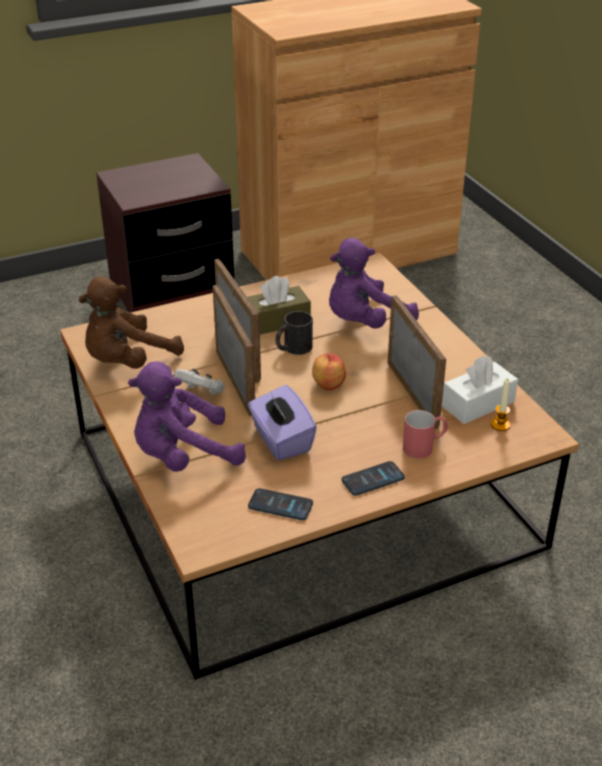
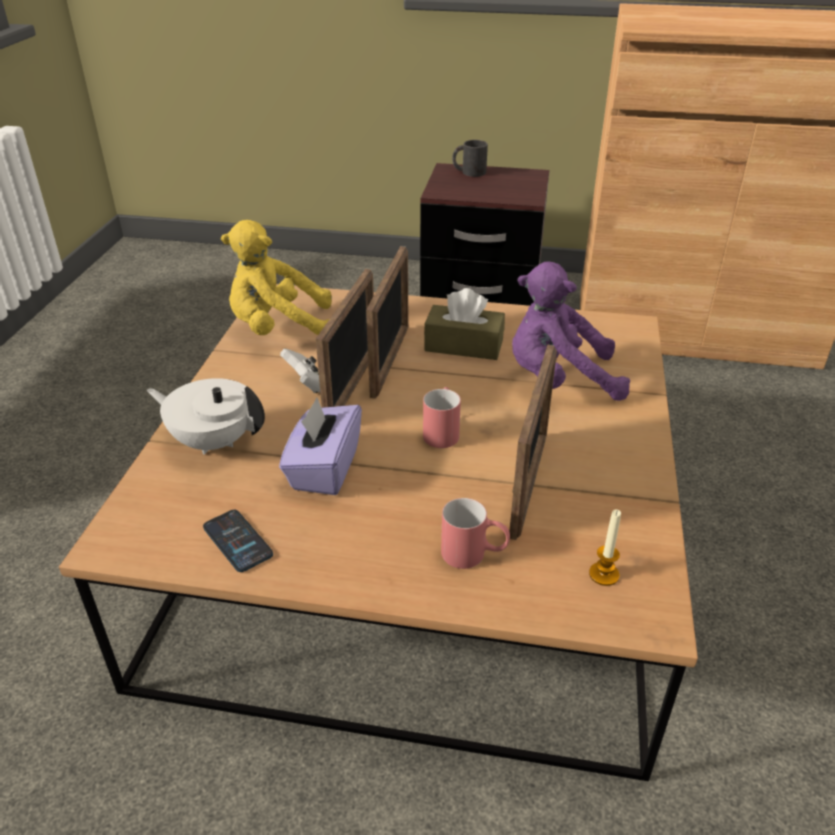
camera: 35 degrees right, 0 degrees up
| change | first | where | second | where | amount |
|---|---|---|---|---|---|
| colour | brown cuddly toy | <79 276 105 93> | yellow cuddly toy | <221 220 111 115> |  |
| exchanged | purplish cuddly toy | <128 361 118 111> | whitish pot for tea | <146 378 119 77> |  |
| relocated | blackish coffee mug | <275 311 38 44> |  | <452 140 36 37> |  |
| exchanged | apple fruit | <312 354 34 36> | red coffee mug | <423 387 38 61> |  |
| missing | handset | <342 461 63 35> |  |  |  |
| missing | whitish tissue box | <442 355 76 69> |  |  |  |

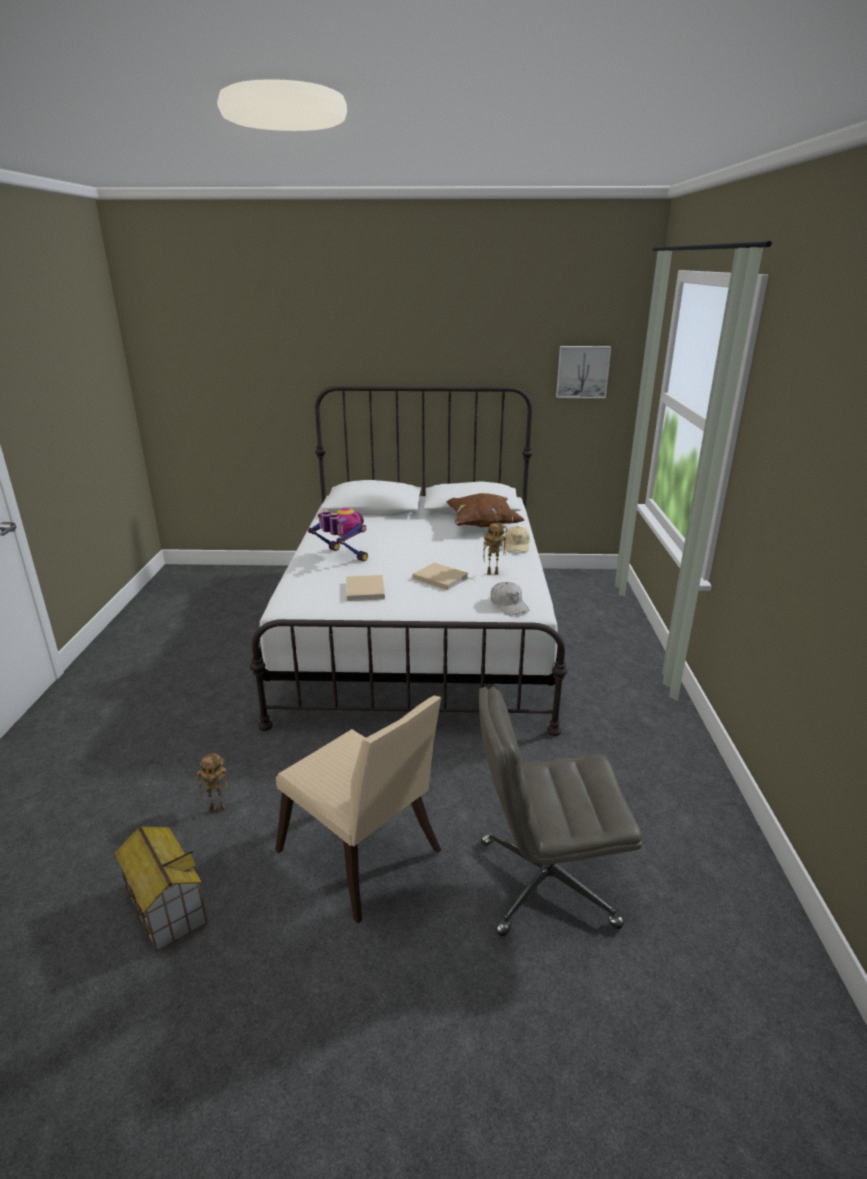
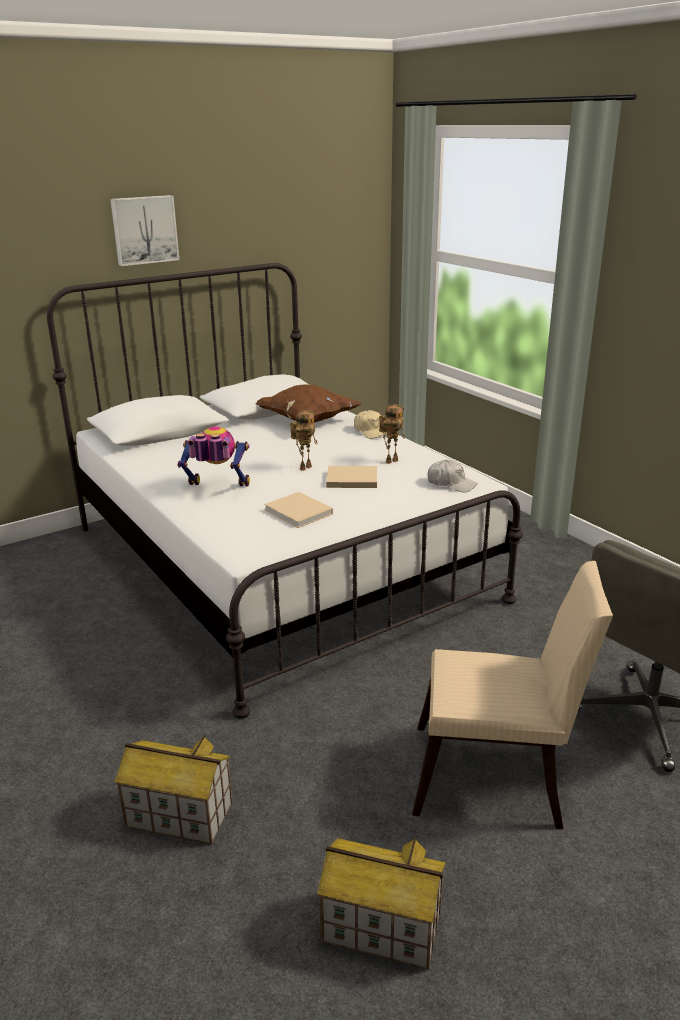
camera: 35 degrees left, 0 degrees up
| change | first | where | second | where | amount |
|---|---|---|---|---|---|
| relocated | robot figure | <197 753 31 59> |  | <290 410 27 61> |  |
| relocated | wall art | <556 346 55 52> |  | <110 195 69 71> |  |
| appeared |  |  | model house | <115 734 118 111> |  |

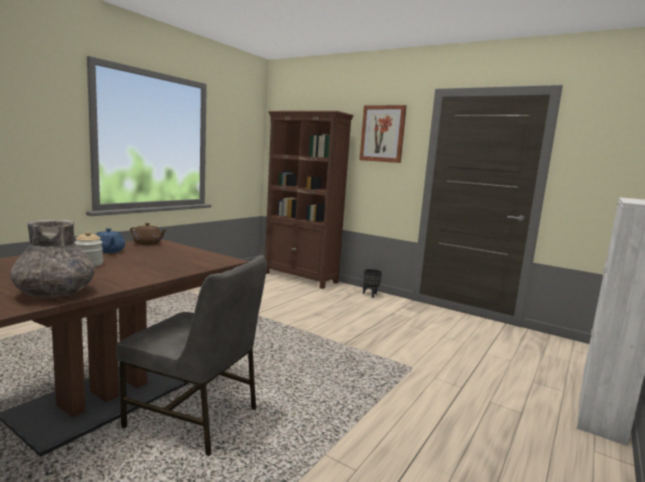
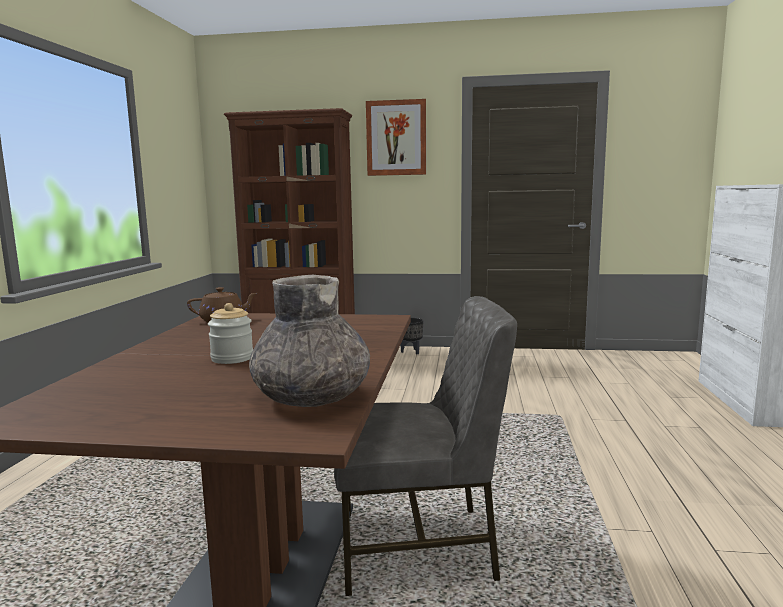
camera: 25 degrees left, 0 degrees up
| change | first | where | second | where | amount |
|---|---|---|---|---|---|
| missing | blue pot for tea | <96 228 29 25> |  |  |  |

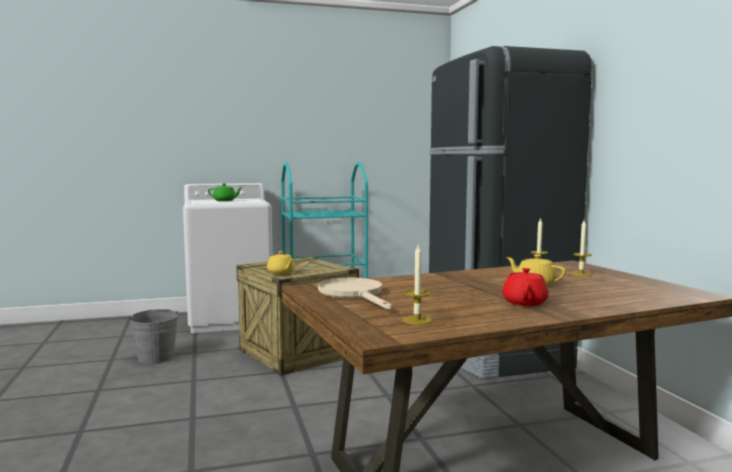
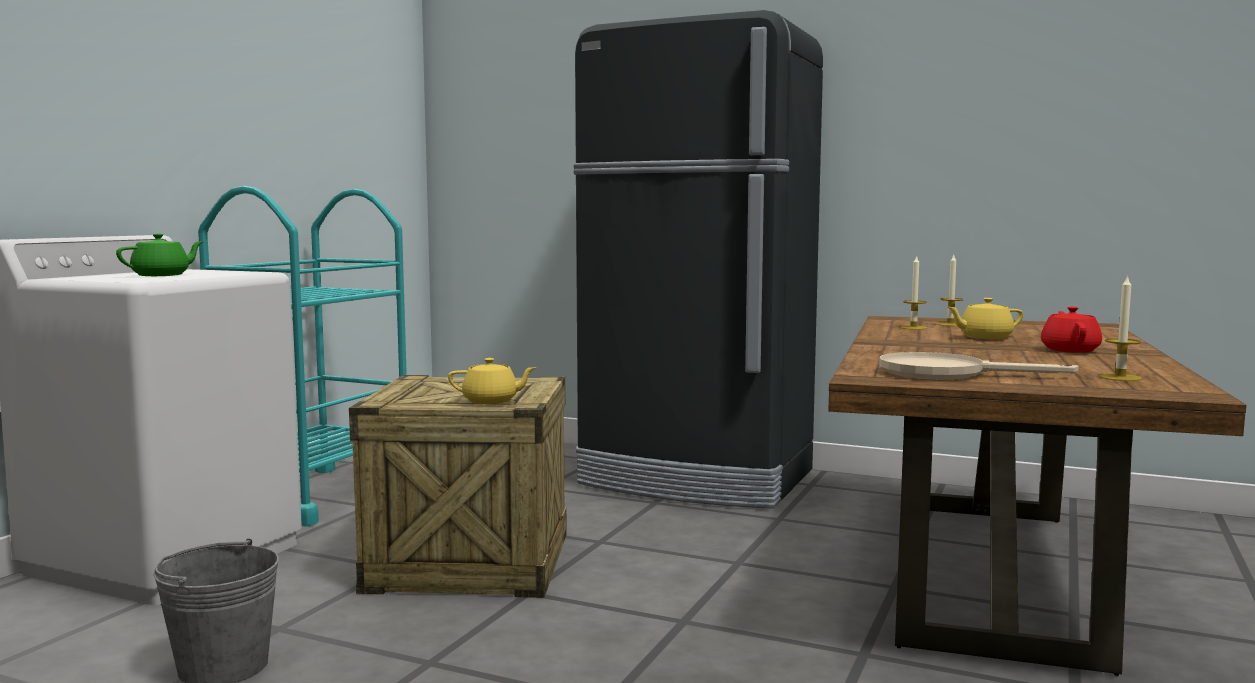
camera: 50 degrees left, 0 degrees up
| change | first | where | second | where | amount |
|---|---|---|---|---|---|
| spun | red pot for tea | <502 268 47 38> |  | <1041 307 61 46> | 45 degrees clockwise |

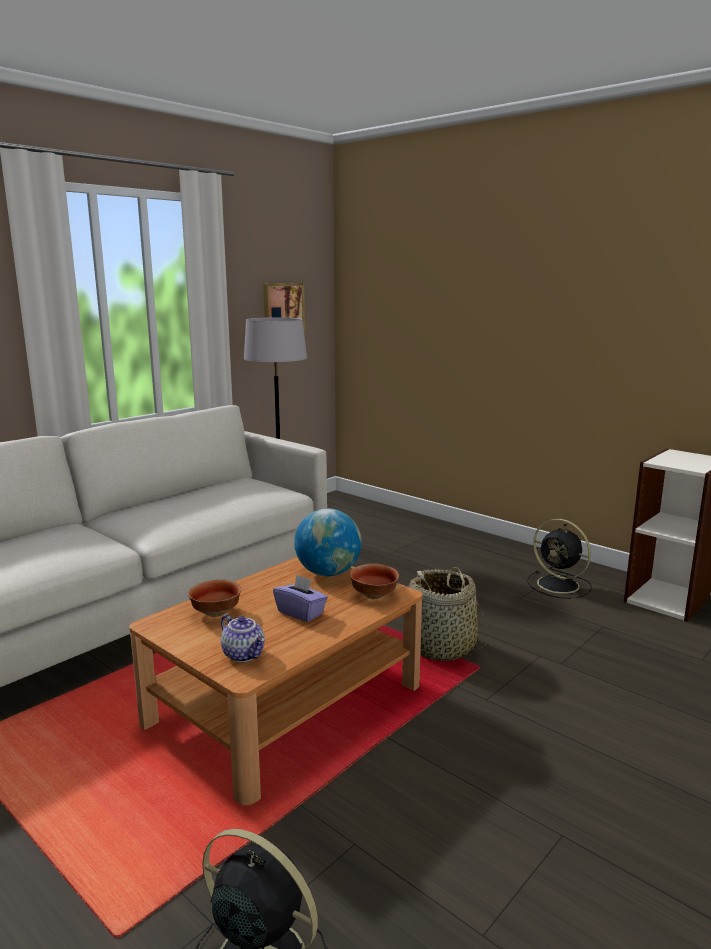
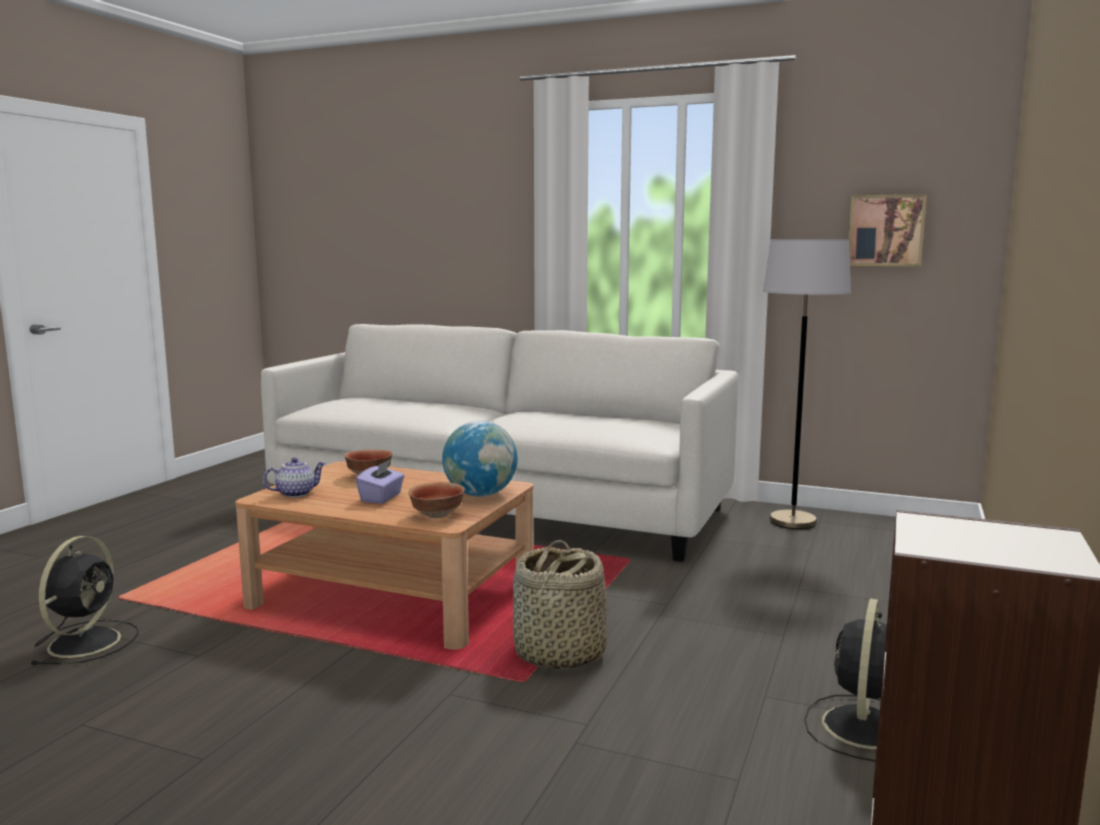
camera: 70 degrees right, 5 degrees down
| change | first | where | second | where | amount |
|---|---|---|---|---|---|
| spun | pot for tea | <221 614 44 48> |  | <263 458 63 39> | 150 degrees counterclockwise |

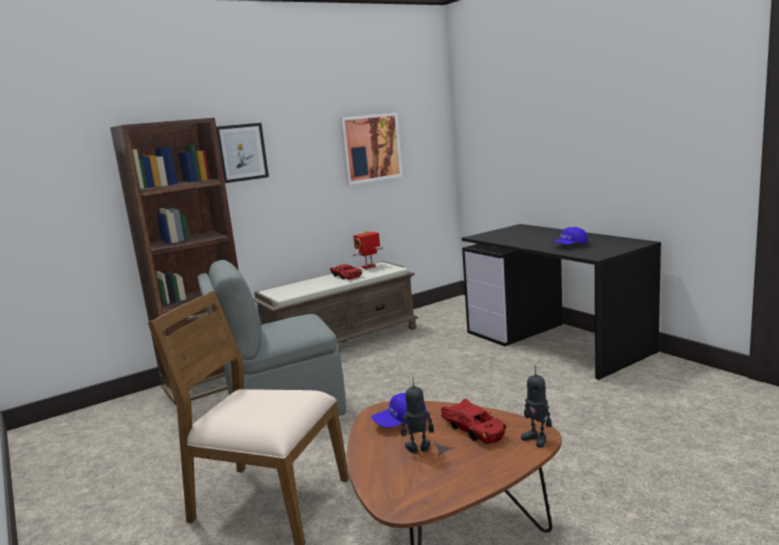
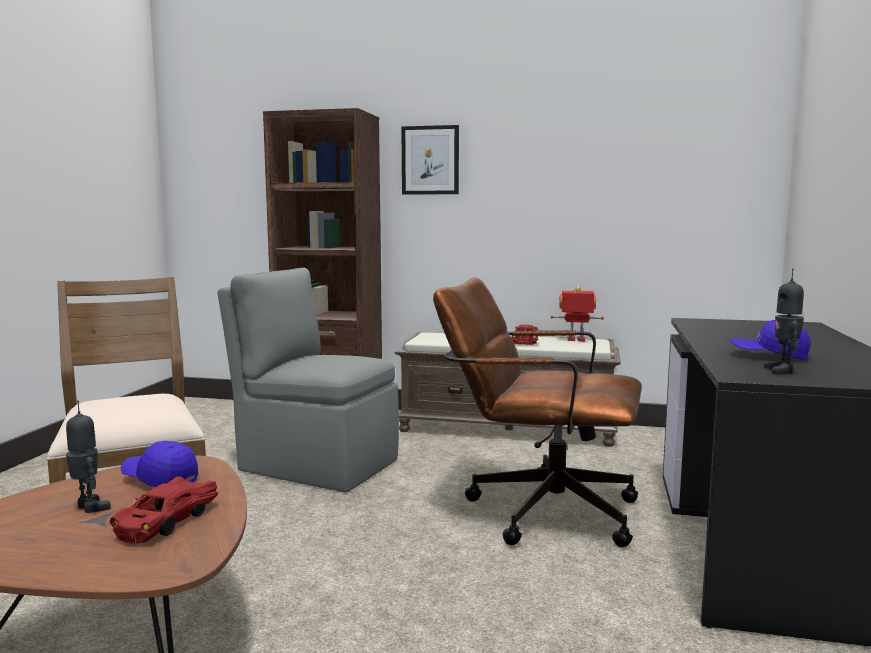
camera: 45 degrees right, 5 degrees down
| change | first | where | second | where | amount |
|---|---|---|---|---|---|
| missing | wall art | <340 113 63 72> |  |  |  |
| relocated | robot figure | <521 366 31 82> |  | <764 269 40 105> |  |
| appeared |  |  | brown computer chair | <433 277 209 270> |  |

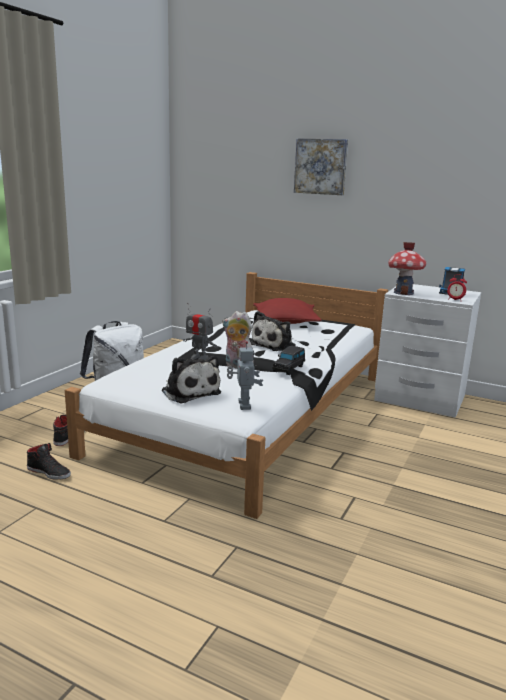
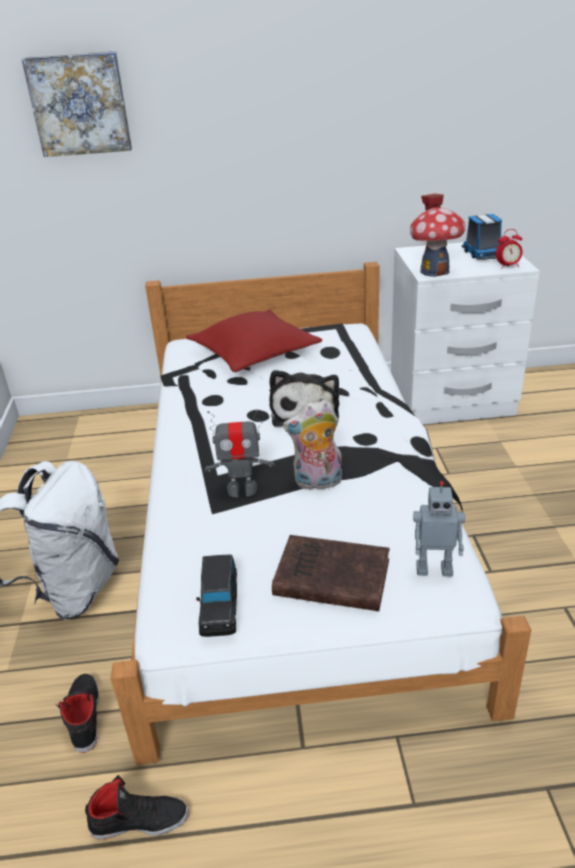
camera: 30 degrees left, 15 degrees up
| change | first | where | second | where | amount |
|---|---|---|---|---|---|
| exchanged | cuddly toy | <162 355 59 49> | brown bound book | <272 535 118 76> |  |
| spun | robot figure | <227 341 36 69> |  | <413 481 52 95> | 135 degrees clockwise |
| relocated | blackish toy car | <272 346 33 29> |  | <196 554 41 83> |  |
| relocated | wall art | <294 139 54 56> |  | <21 51 111 106> |  |

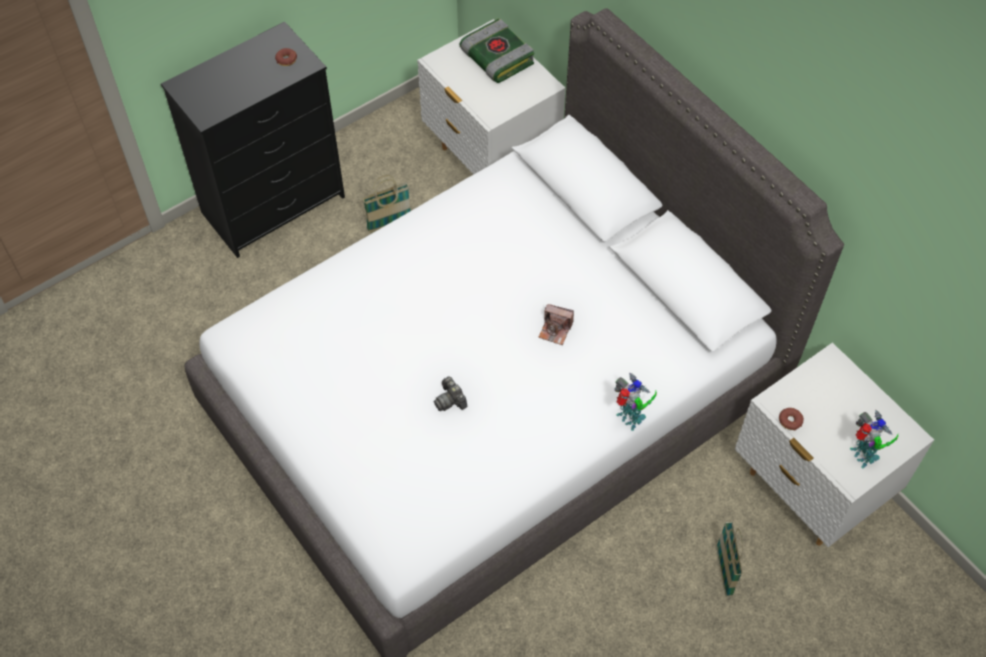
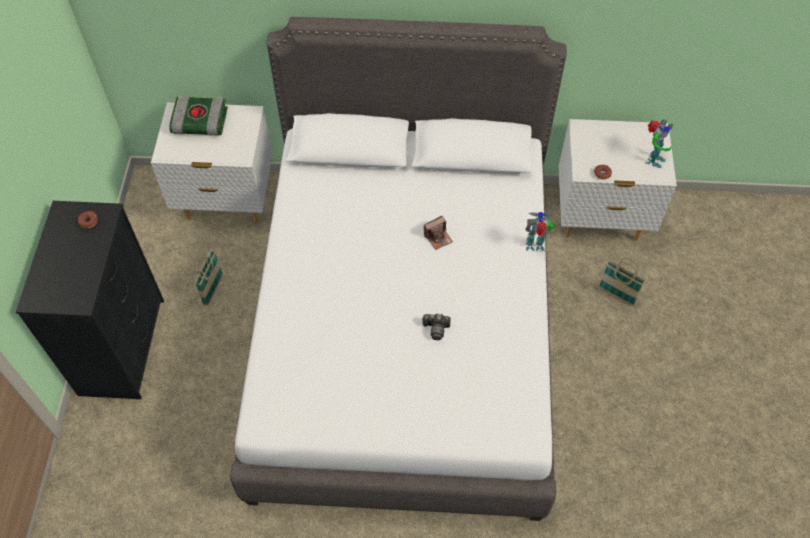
camera: 50 degrees left, 0 degrees up
| change | first | where | second | where | amount |
|---|---|---|---|---|---|
| spun | robot figure | <850 410 48 59> |  | <645 119 28 49> | 105 degrees clockwise |

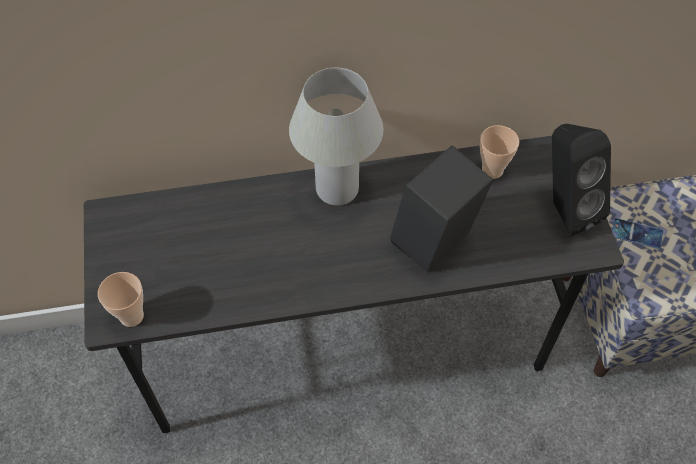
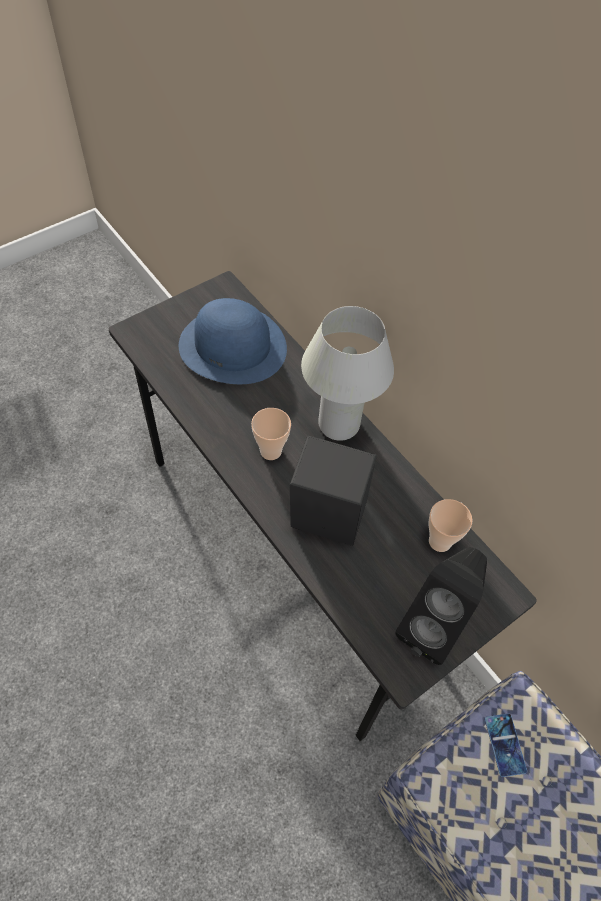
camera: 60 degrees right, 0 degrees up
| change | first | where | second | where | amount |
|---|---|---|---|---|---|
| relocated | cup | <98 272 46 55> |  | <251 408 40 52> |  |
| appeared |  |  | blue wearable hat | <179 298 108 86> |  |

